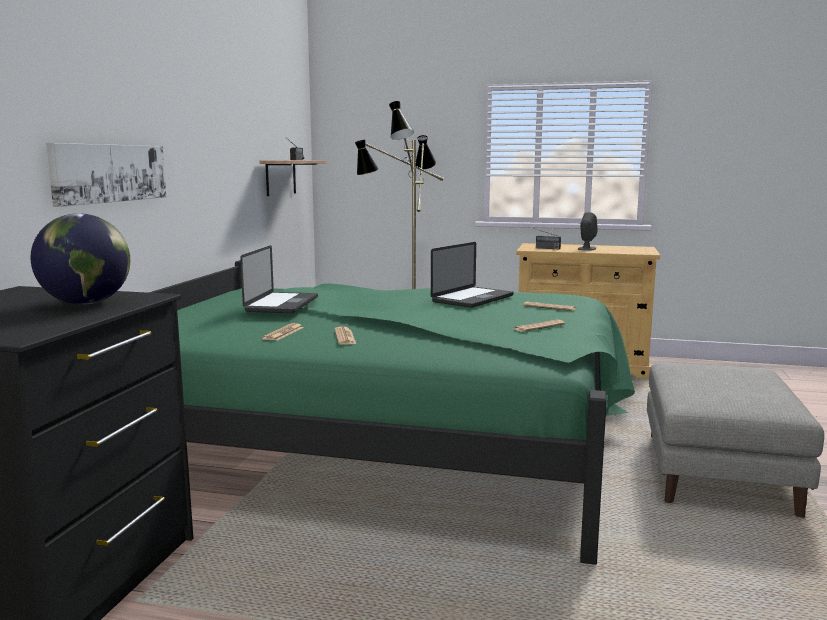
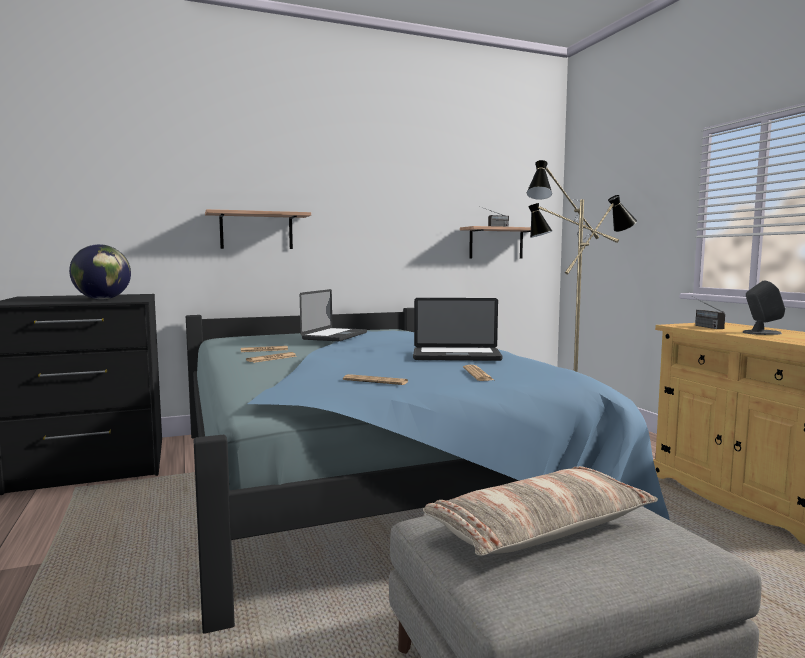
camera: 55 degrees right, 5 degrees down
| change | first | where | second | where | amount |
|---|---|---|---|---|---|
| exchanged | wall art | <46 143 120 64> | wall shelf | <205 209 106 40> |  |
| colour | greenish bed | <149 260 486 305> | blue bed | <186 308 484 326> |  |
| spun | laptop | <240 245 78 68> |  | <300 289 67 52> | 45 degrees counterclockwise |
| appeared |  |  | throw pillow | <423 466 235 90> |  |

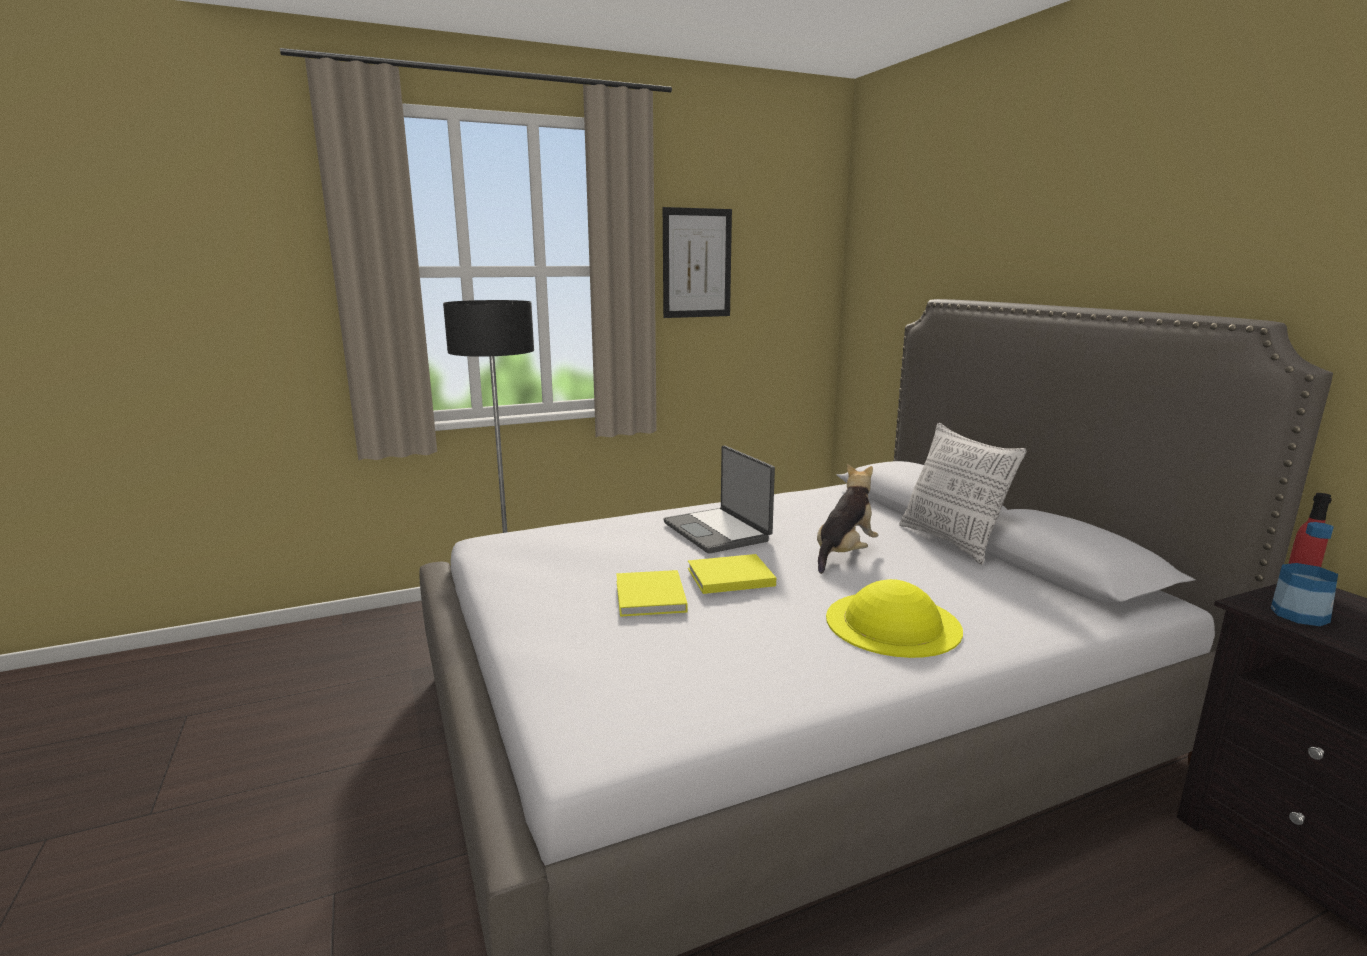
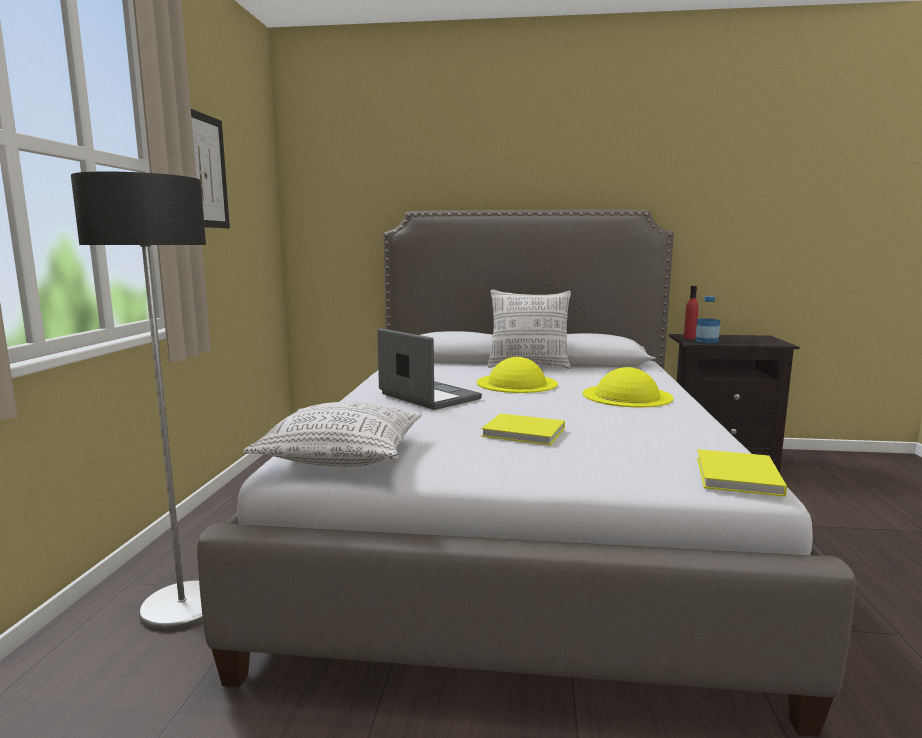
camera: 60 degrees left, 5 degrees down
| change | first | where | second | where | amount |
|---|---|---|---|---|---|
| spun | laptop | <664 445 111 109> |  | <377 328 105 82> | 135 degrees counterclockwise |
| relocated | yellow bound book | <688 554 88 40> |  | <697 449 90 48> |  |
| exchanged | cuddly toy | <817 464 61 110> | yellow wearable hat | <477 357 81 36> |  |
| appeared |  |  | throw pillow | <243 402 179 65> |  |

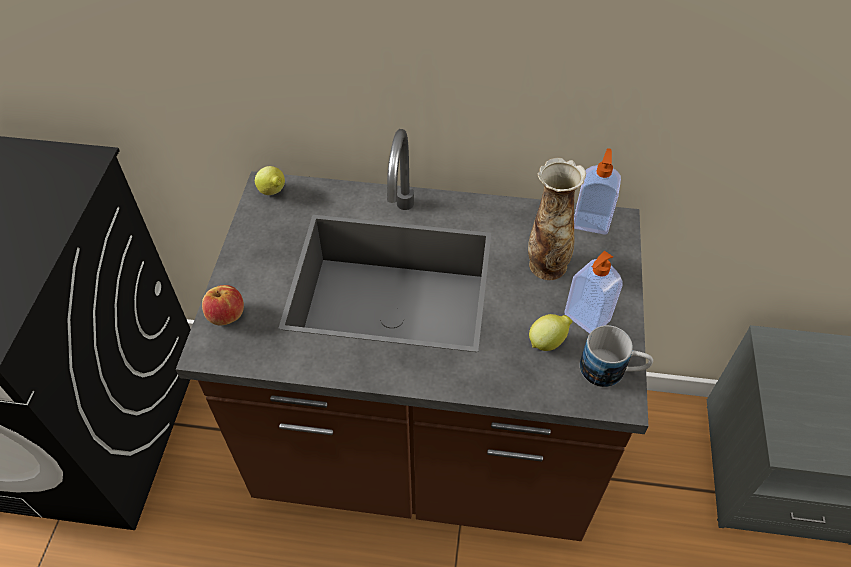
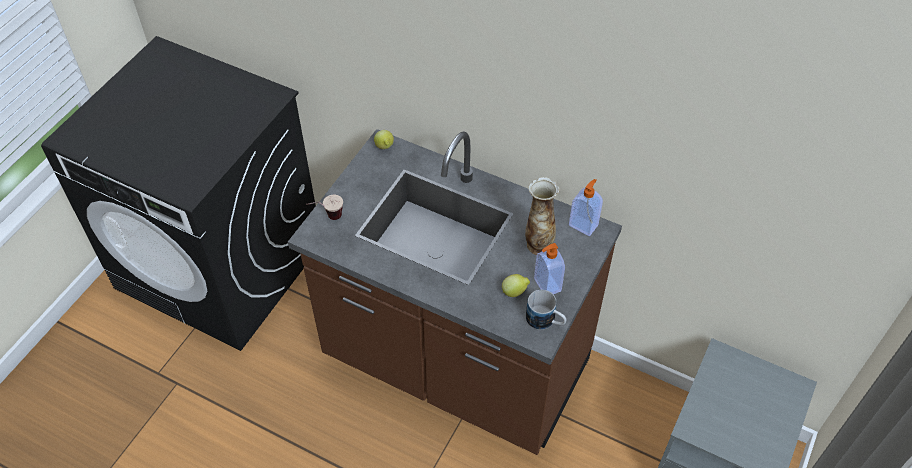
camera: 20 degrees right, 0 degrees up
| change | first | where | second | where | amount |
|---|---|---|---|---|---|
| exchanged | apple fruit | <202 285 42 40> | cup | <306 195 37 25> |  |

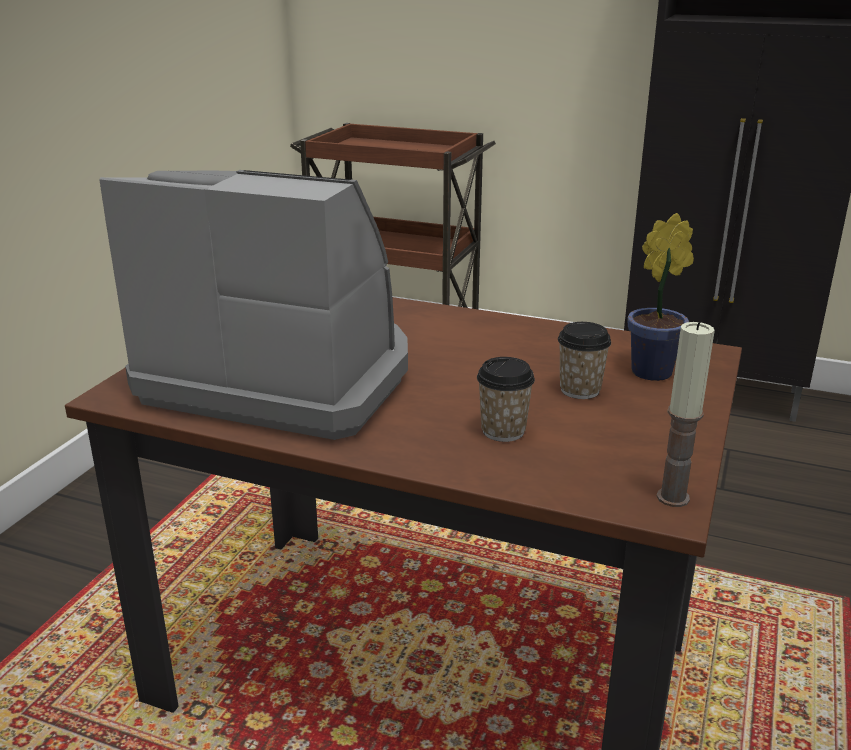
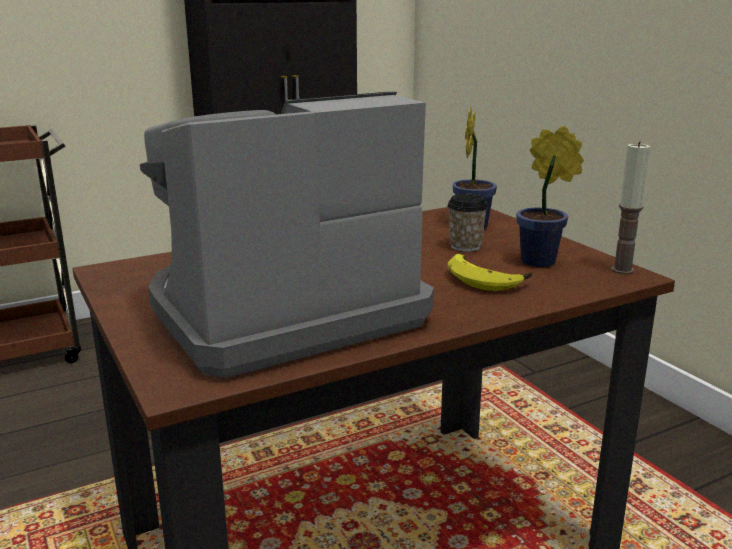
camera: 50 degrees left, 5 degrees down
| change | first | where | second | where | amount |
|---|---|---|---|---|---|
| exchanged | cup | <477 357 58 85> | banana fruit | <447 254 85 37> |  |
| appeared |  |  | houseplant | <516 126 68 141> |  |

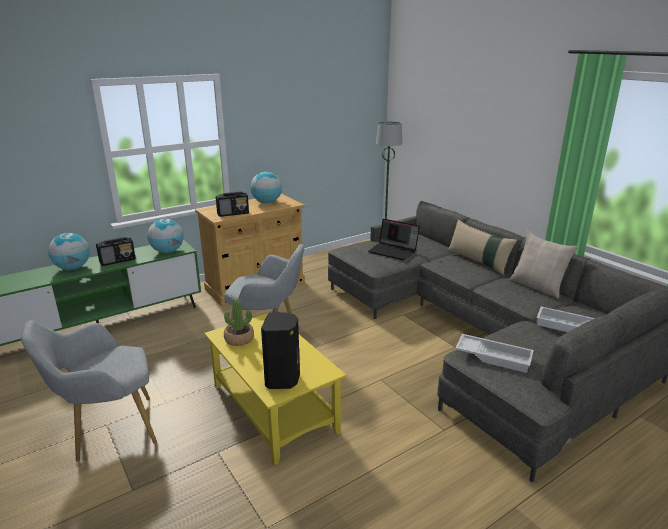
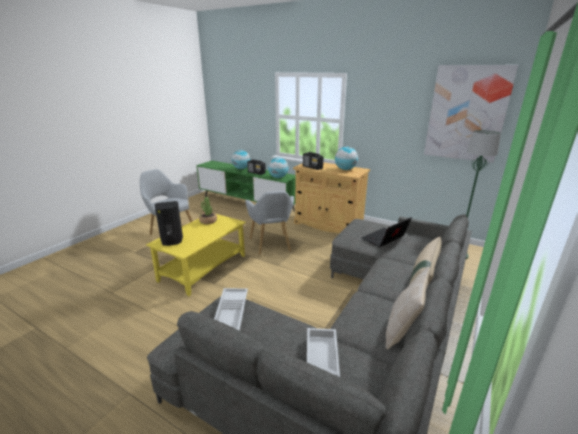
camera: 65 degrees right, 0 degrees up
| change | first | where | second | where | amount |
|---|---|---|---|---|---|
| spun | laptop | <368 219 52 41> |  | <361 217 51 30> | 45 degrees clockwise |
| appeared |  |  | wall art | <424 65 94 98> |  |

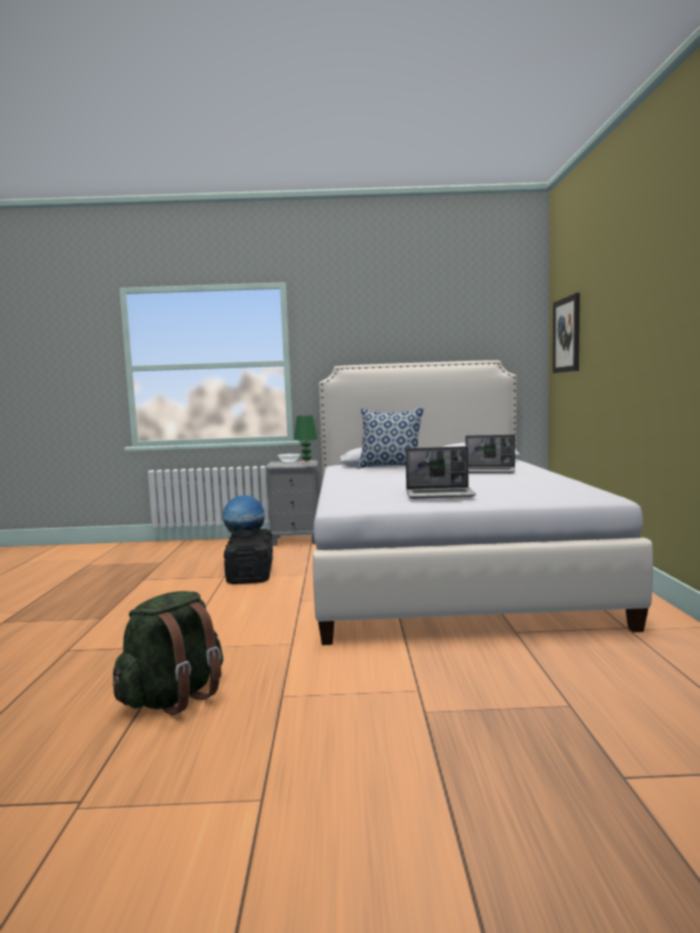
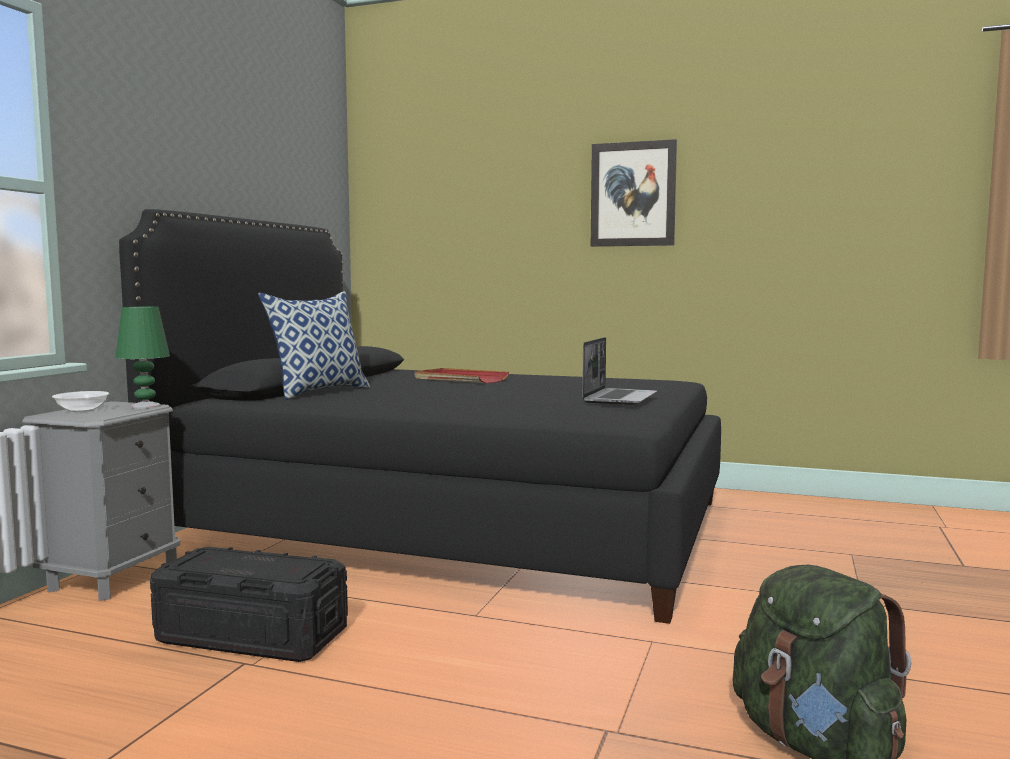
camera: 70 degrees left, 0 degrees up
| change | first | where | second | where | amount |
|---|---|---|---|---|---|
| missing | world globe | <223 495 42 42> |  |  |  |
| colour | whitish bed | <313 360 340 285> | blackish bed | <119 209 602 415> |  |
| exchanged | laptop | <465 435 50 38> | red carrying tray | <415 368 94 15> |  |
| relocated | wall art | <553 293 27 80> |  | <591 139 86 108> |  |

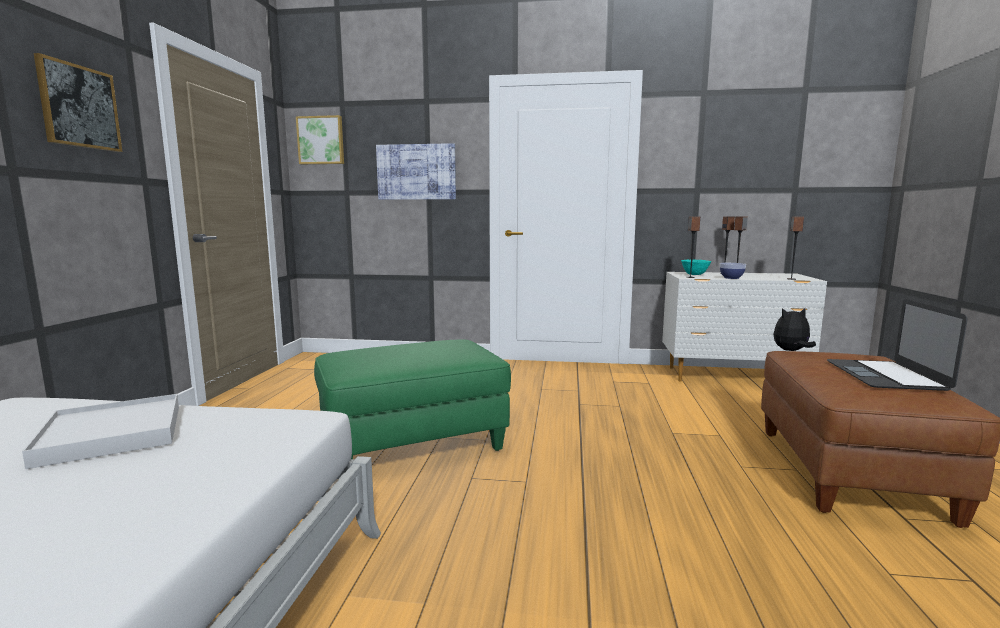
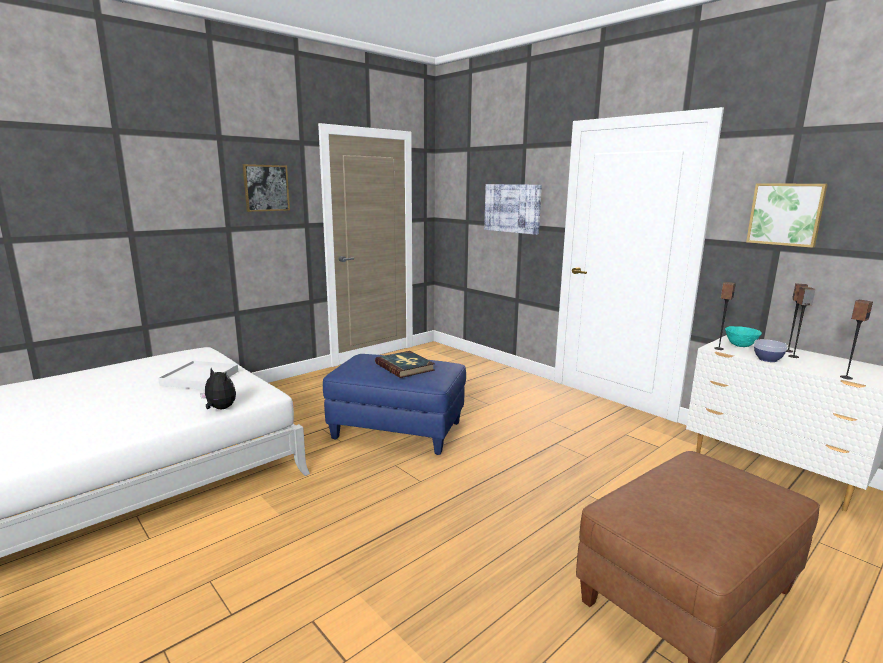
camera: 40 degrees right, 5 degrees up
| change | first | where | second | where | amount |
|---|---|---|---|---|---|
| relocated | wall art | <296 115 48 49> |  | <746 183 82 65> |  |
| colour | greenish footrest | <314 340 197 119> | blue footrest | <323 354 143 101> |  |
| relocated | cuddly toy | <773 308 43 43> |  | <200 368 36 41> |  |
| missing | laptop | <827 299 140 92> |  |  |  |
| appeared |  |  | bound book | <375 351 60 27> |  |

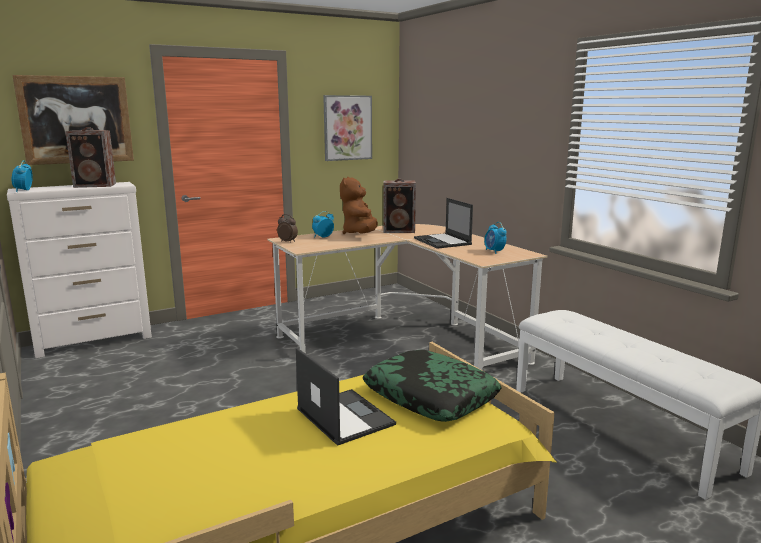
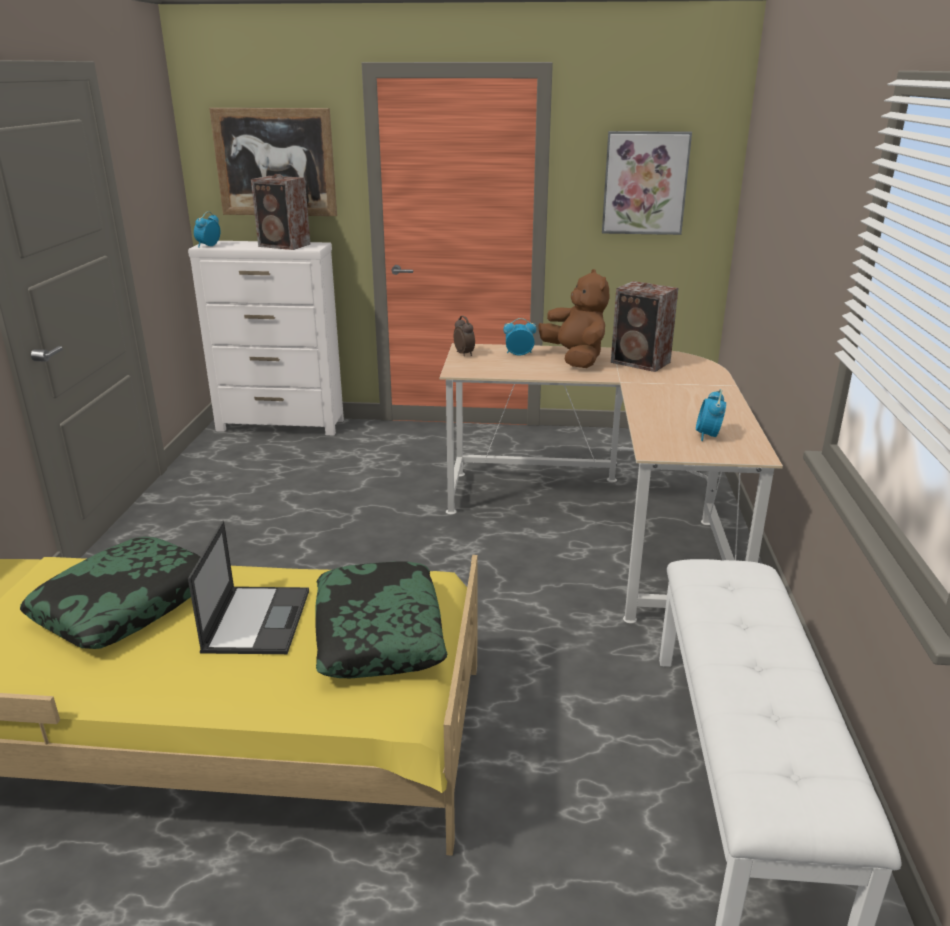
camera: 35 degrees right, 10 degrees up
| change | first | where | second | where | amount |
|---|---|---|---|---|---|
| spun | brown cuddly toy | <340 177 38 57> |  | <538 269 72 99> | 120 degrees clockwise |
| missing | laptop | <414 198 59 51> |  |  |  |
| appeared |  |  | throw pillow | <20 537 181 112> |  |

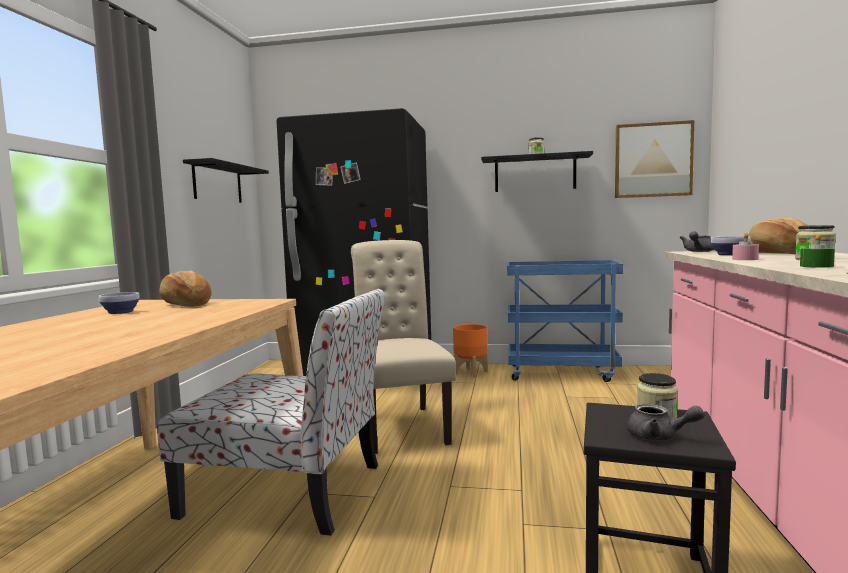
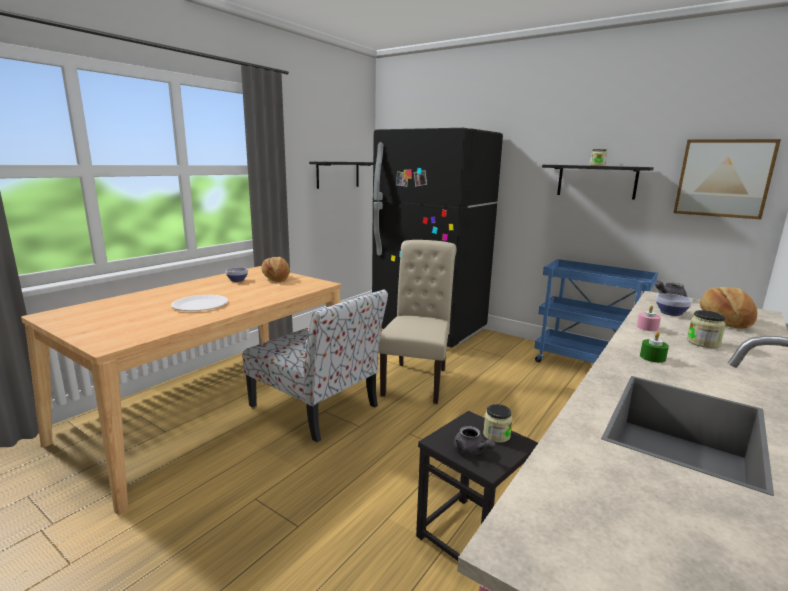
camera: 25 degrees right, 10 degrees up
| change | first | where | second | where | amount |
|---|---|---|---|---|---|
| missing | orange-coloured flower pot | <453 324 35 54> |  |  |  |
| appeared |  |  | whitish flat dish | <171 295 57 16> |  |

